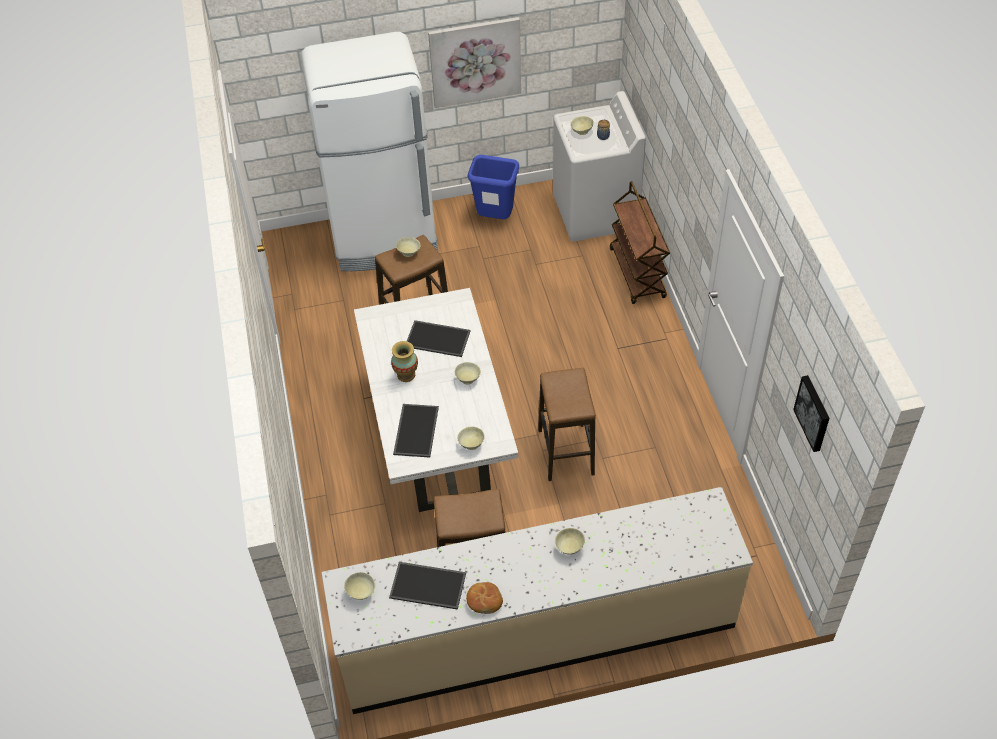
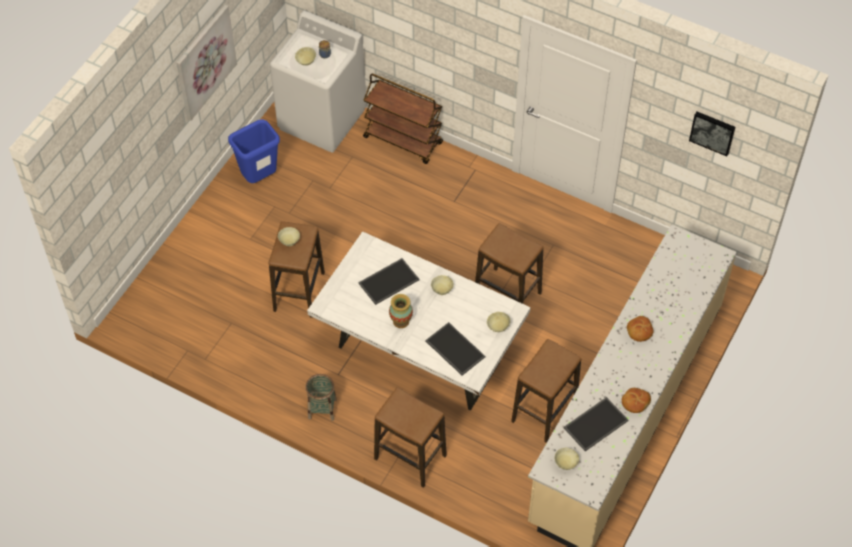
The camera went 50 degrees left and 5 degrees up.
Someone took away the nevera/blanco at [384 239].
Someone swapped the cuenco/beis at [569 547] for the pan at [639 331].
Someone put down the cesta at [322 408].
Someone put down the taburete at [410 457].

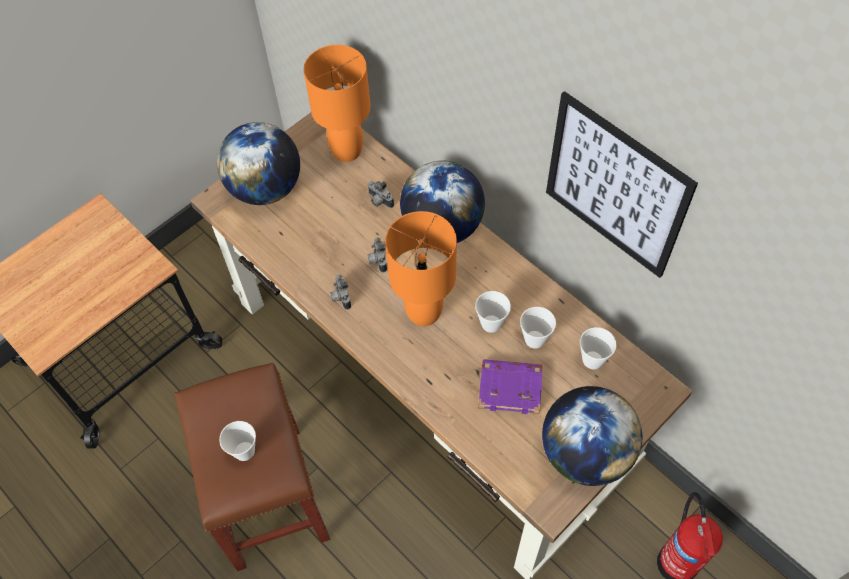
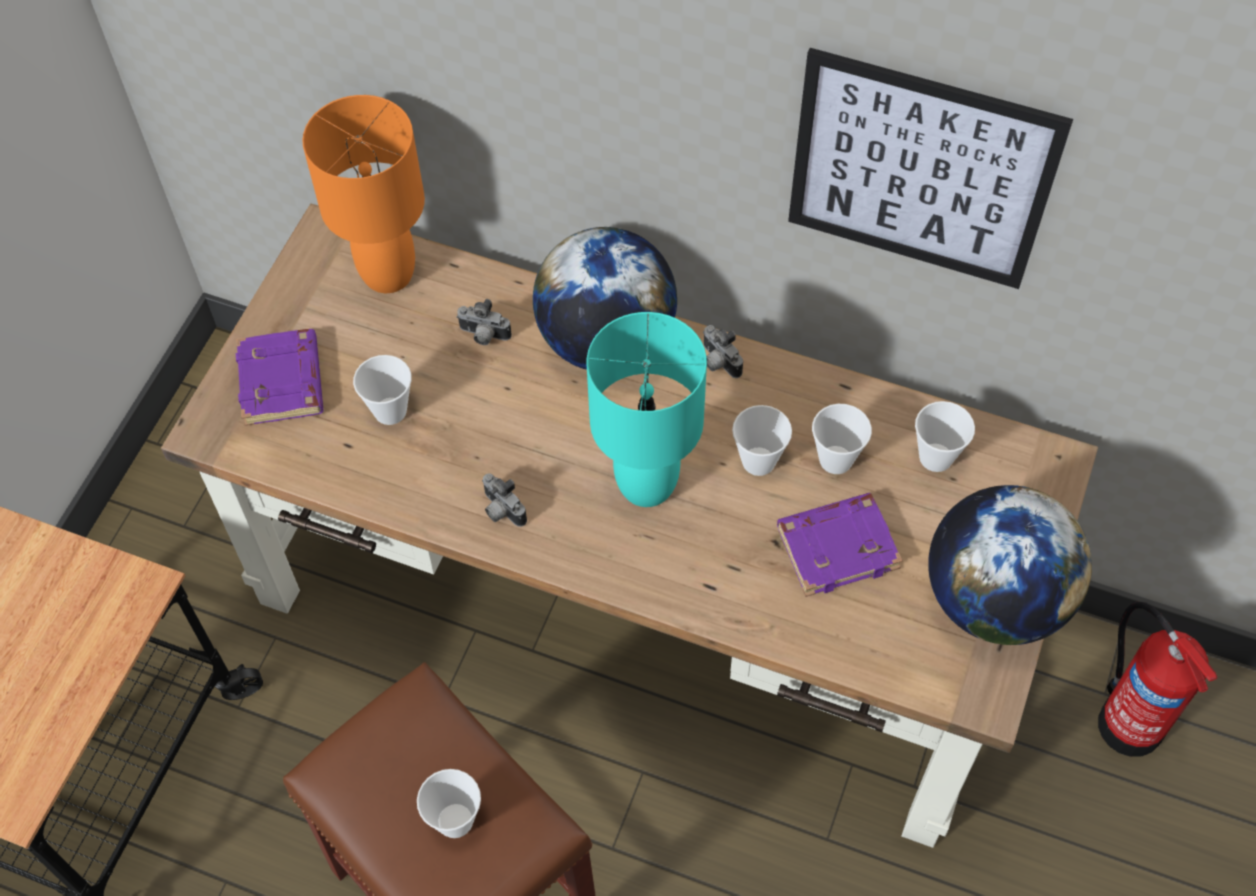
The camera went 25 degrees left and 0 degrees up.
Someone swapped the globo terráqueo at [265 188] for the libro/morado at [283 382].
Someone repainted the lámpara de mesa/naranja at [423 312], which became the lámpara de mesa/turquesa at [646 484].
Someone carried the cámara from [377 260] to [717 362].
Someone put down the taza at [390 411].

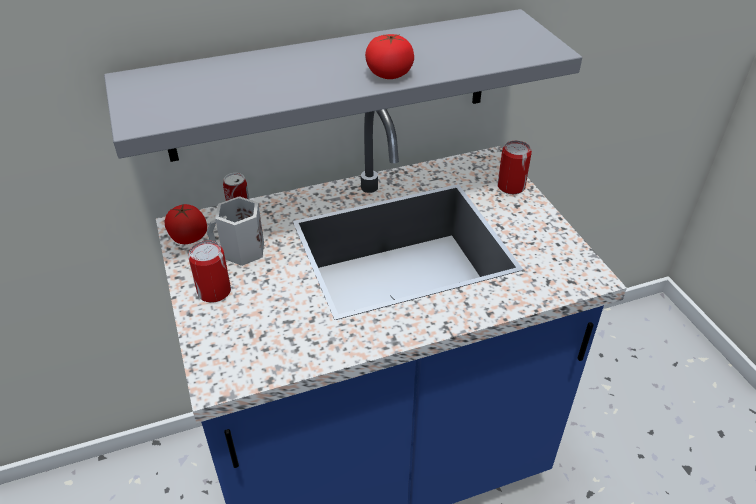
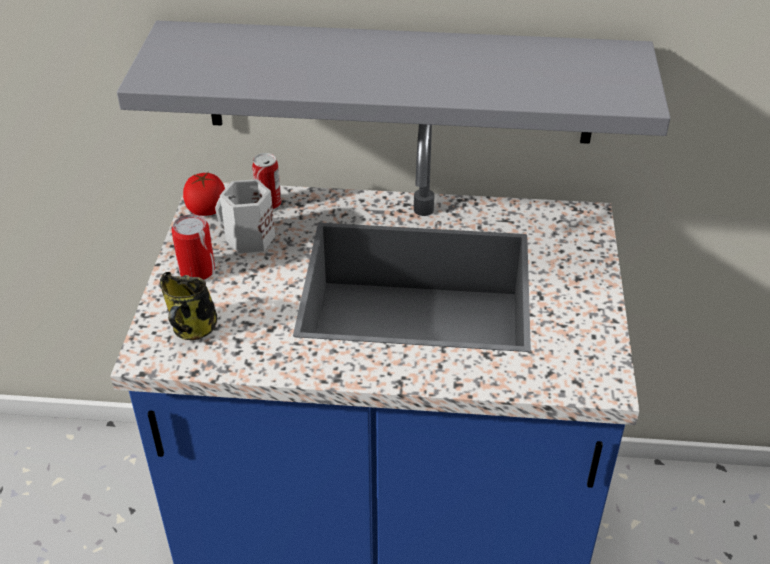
The camera went 25 degrees right and 0 degrees up.
Someone took away the tomate at [389 74].
Someone took away the lata at [511 186].
Someone put down the taza grande at [193 329].

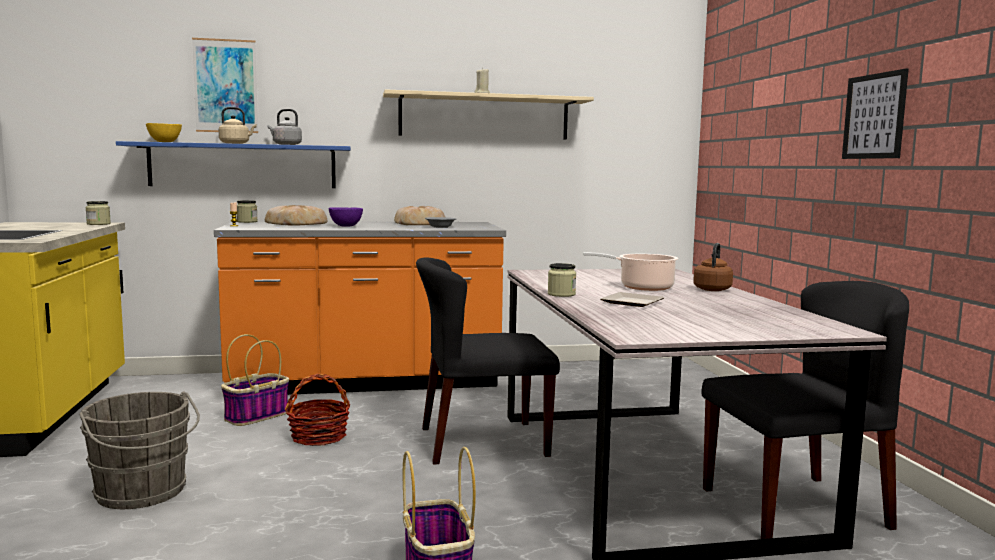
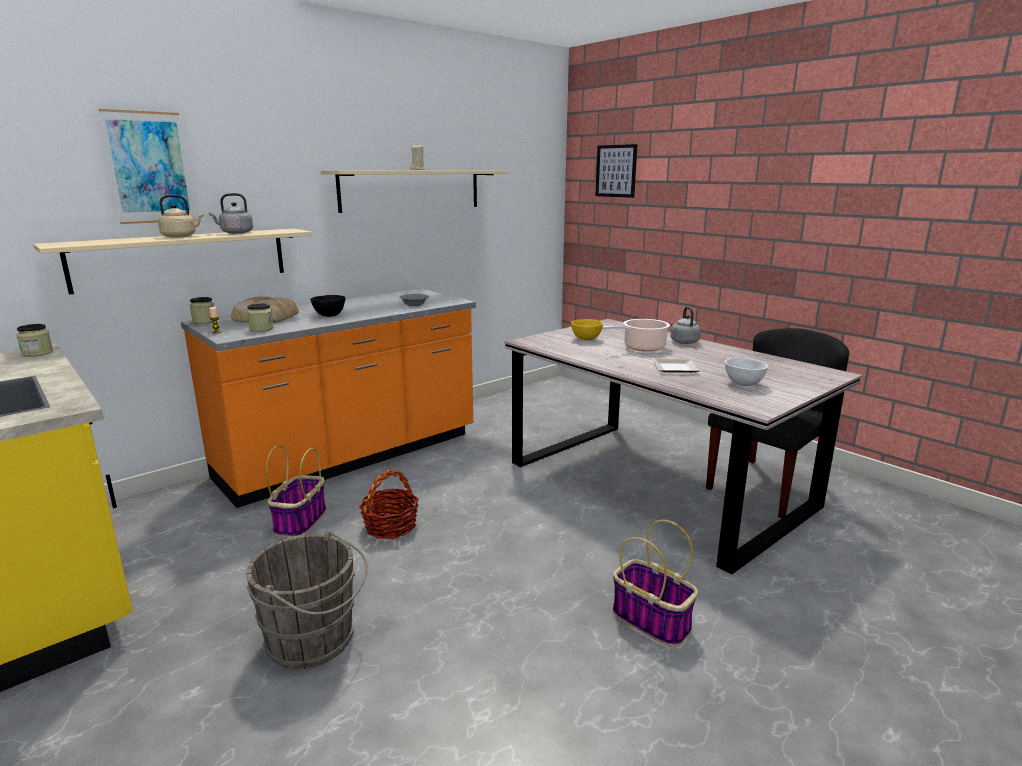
The camera went 30 degrees left and 10 degrees up.
Someone carried the cuadro from [874 116] to [616 171].
Someone carried the cuenco/amarillo from [164 142] to [586 339].
Someone repainted the estante/azul at [243 166], which became the estante/beis at [182 259].
Someone took away the pan at [420 223].
Someone repainted the cuenco/morado at [345 226], which became the cuenco/negro at [329 316].
Someone repainted the hervidor/marrón at [712 289], which became the hervidor/gris at [684 341].
Someone took away the silla/negro at [482 442].
Someone carried the tarro from [561 294] to [261 329].
Someone put down the cuenco/blanco at [743 384].

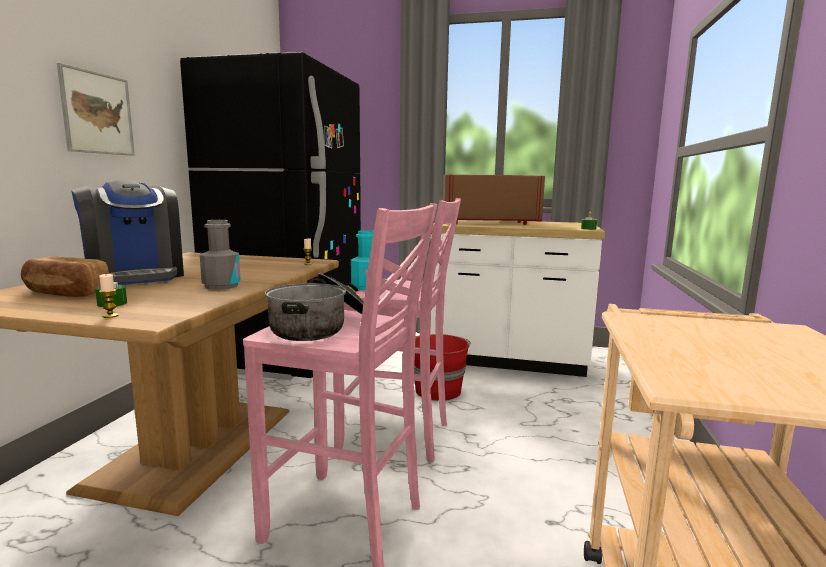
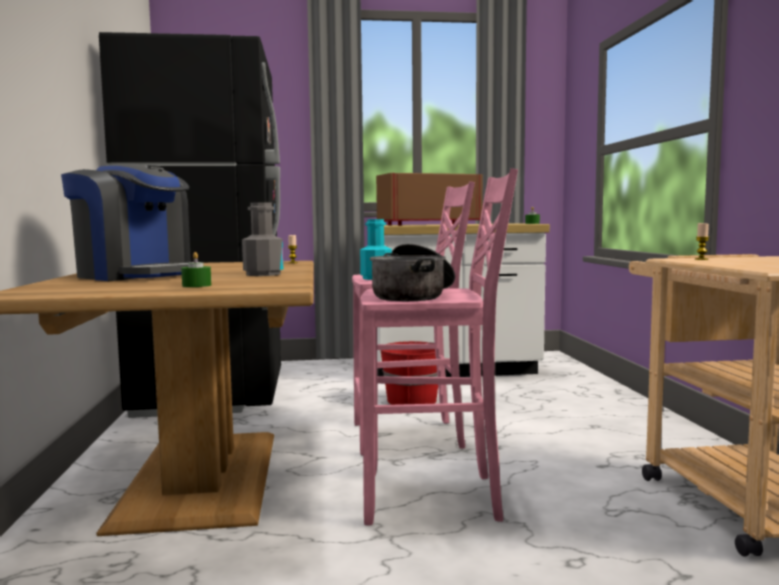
The camera went 20 degrees left and 5 degrees down.
Someone took away the cuadro at [97 113].
Someone took away the pan at [65 293].
Someone carried the vela from [110 316] to [701 259].

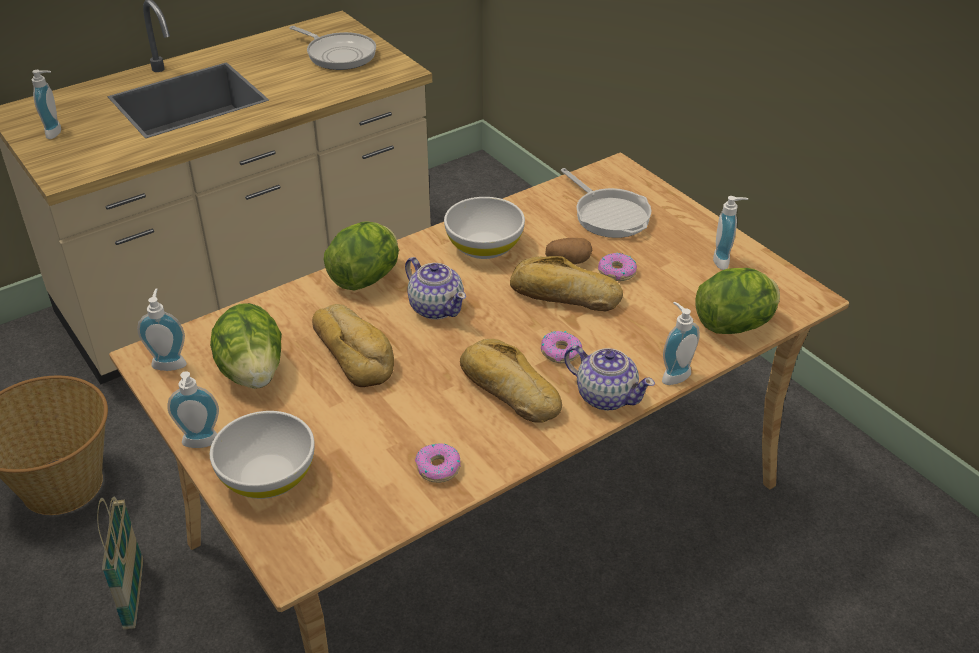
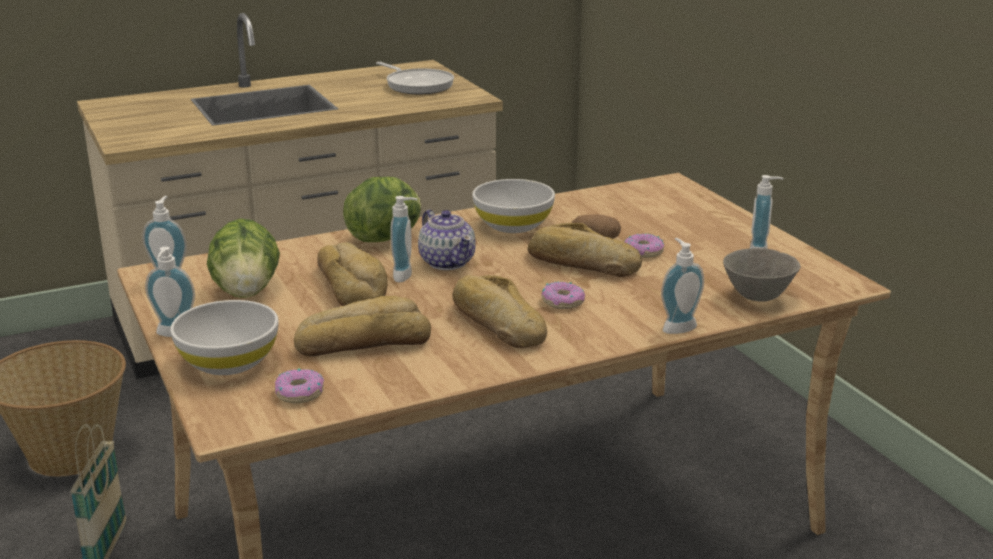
The camera went 10 degrees right and 15 degrees down.
Someone carried the dispensador de jabón from [57 132] to [406 275].
Someone took away the sartén at [609 214].
Someone swapped the lechuga at [735 325] for the cuenco/gris at [757 297].
Someone took away the tetera at [606 396].
Someone carried the rosquilla from [438 468] to [299 393].
Someone put down the pan at [363 342].

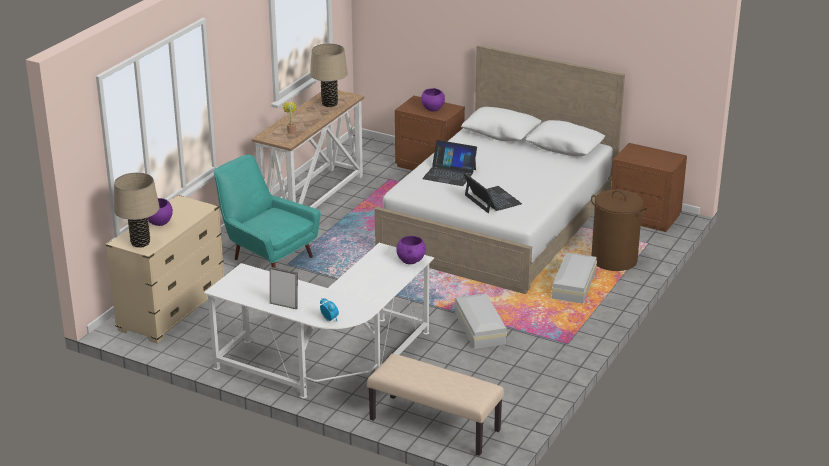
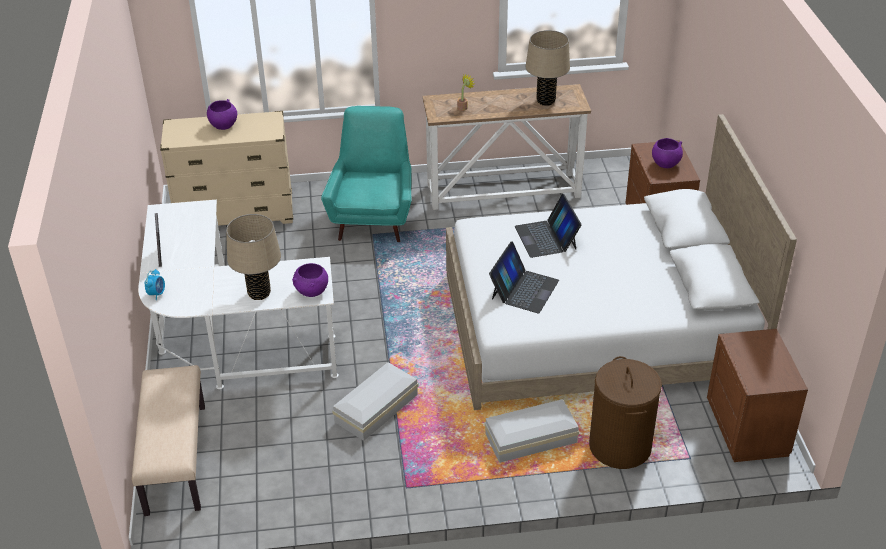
The camera went 55 degrees right and 10 degrees up.
Someone carried the lámpara de mesa/beis from [140 243] to [259 293].

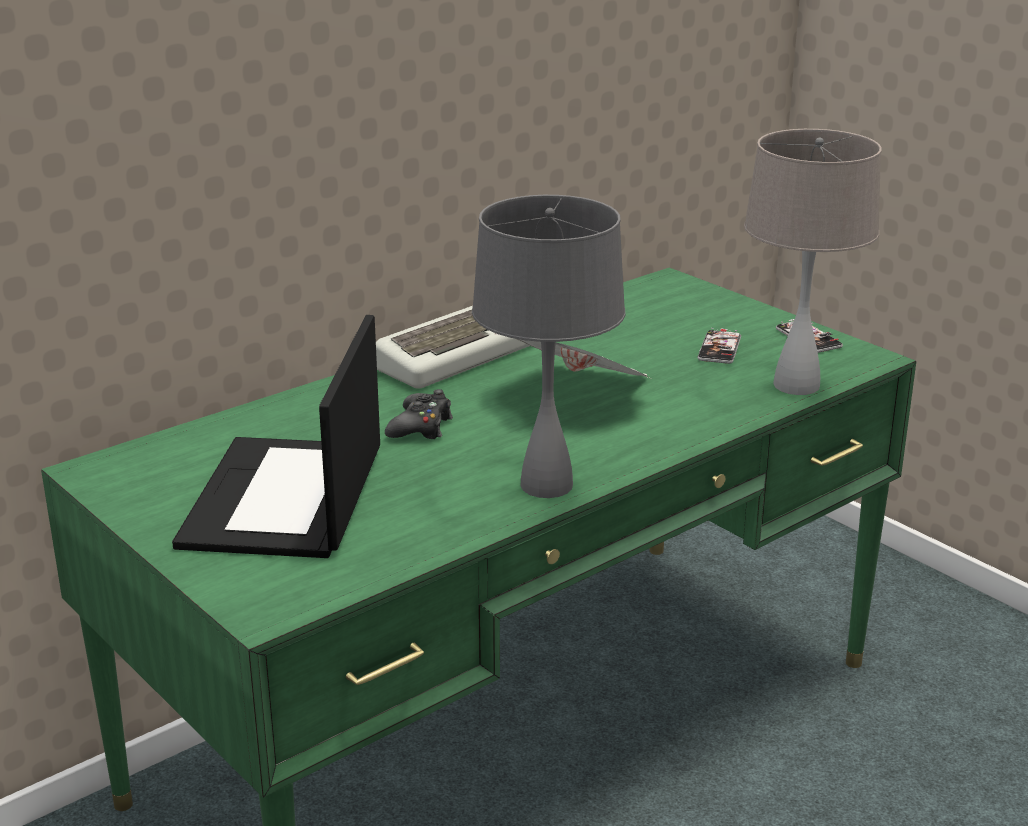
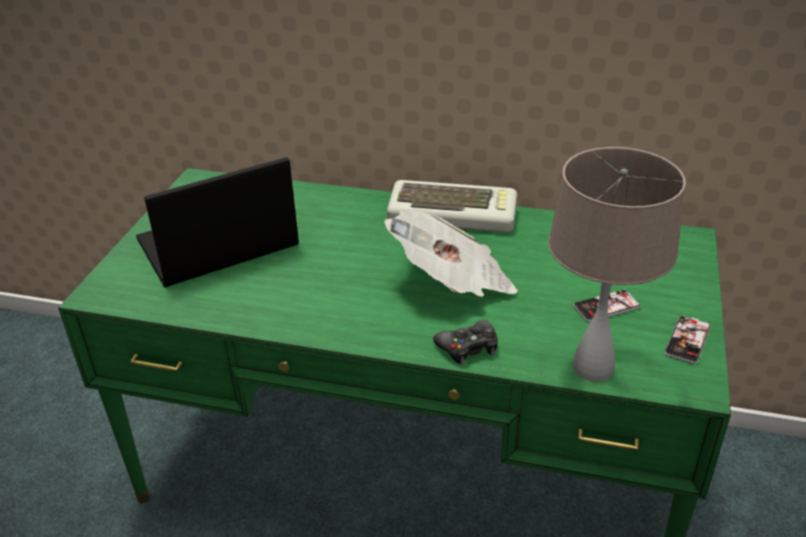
The camera went 55 degrees right and 10 degrees up.
Someone took away the lámpara de mesa/gris at [546 486].
Someone carried the mando de consola/negro from [420 427] to [468 348].

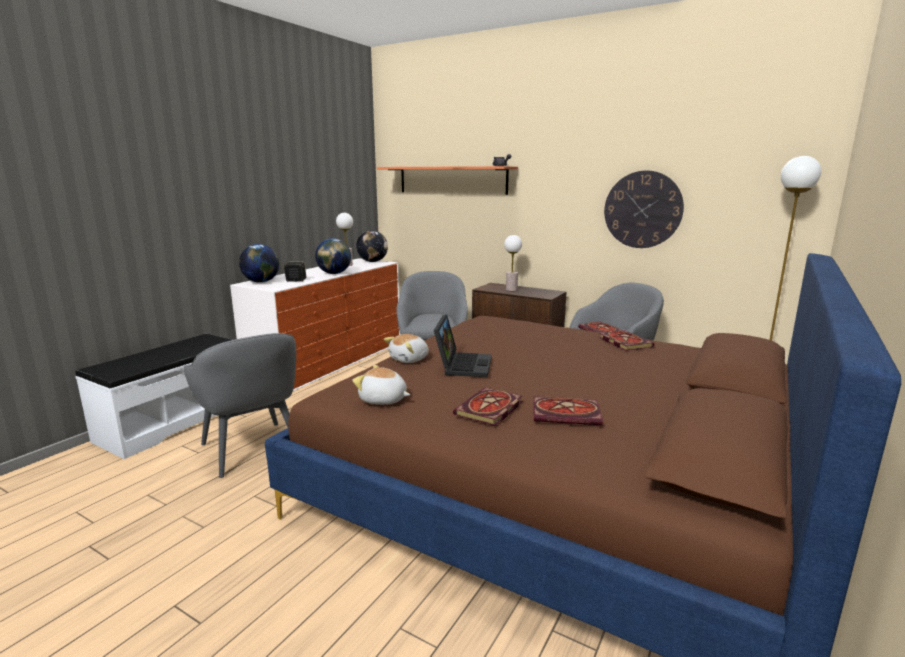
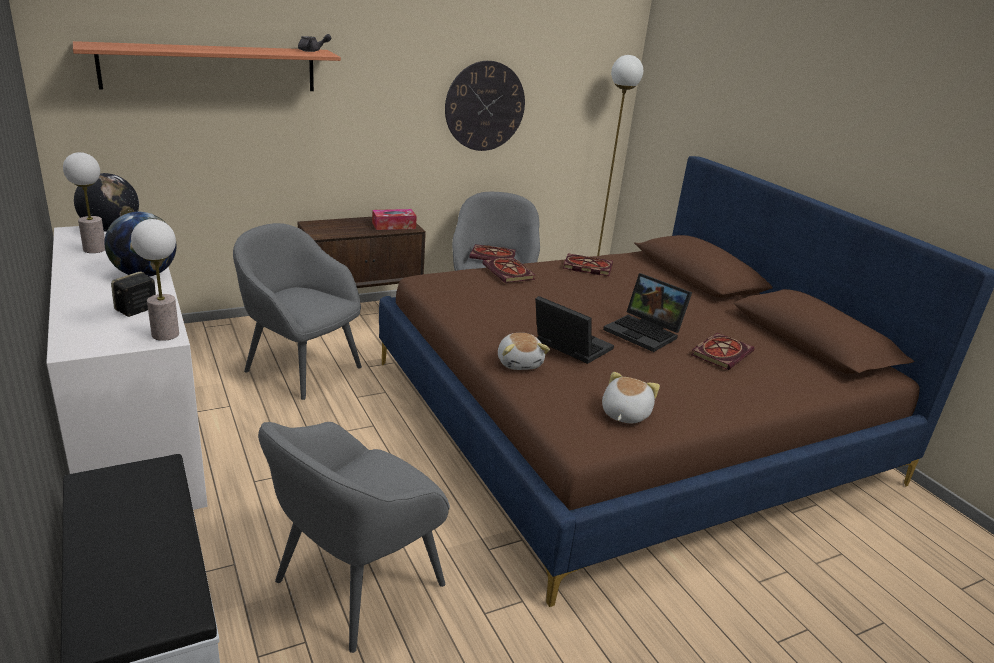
The camera went 60 degrees left and 10 degrees up.
Someone carried the lámpara de mesa from [511 289] to [165 334].
Someone took away the globo terráqueo at [261 282].
Someone rotated the sillón/gris at [252 449] by 135 degrees clockwise.
Someone rotated the peluche at [383 400] by 150 degrees clockwise.
Someone carried the libro from [489 409] to [510 273].
Someone put down the caja de pañuelos at [394 225].
Someone put down the portátil at [645 333].

